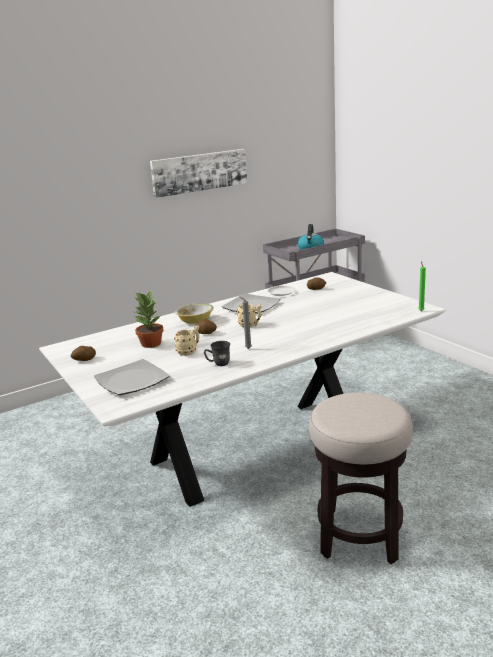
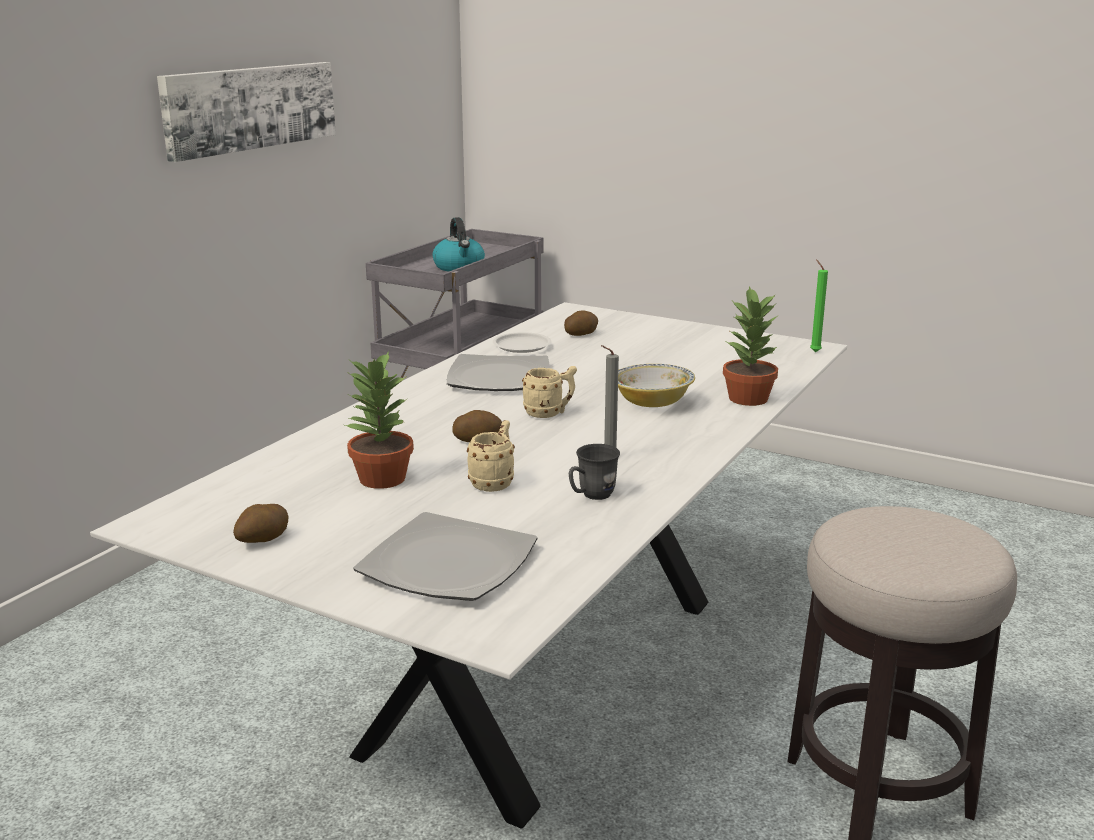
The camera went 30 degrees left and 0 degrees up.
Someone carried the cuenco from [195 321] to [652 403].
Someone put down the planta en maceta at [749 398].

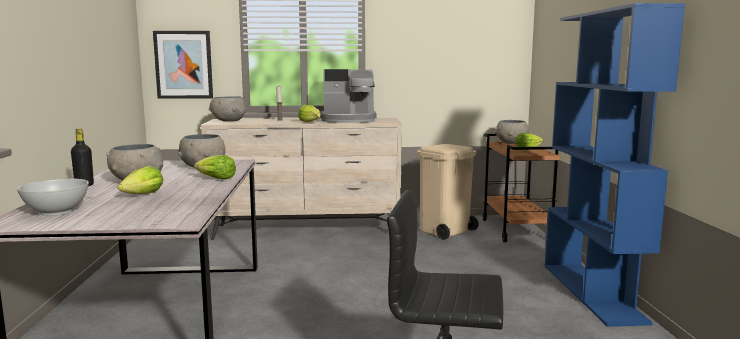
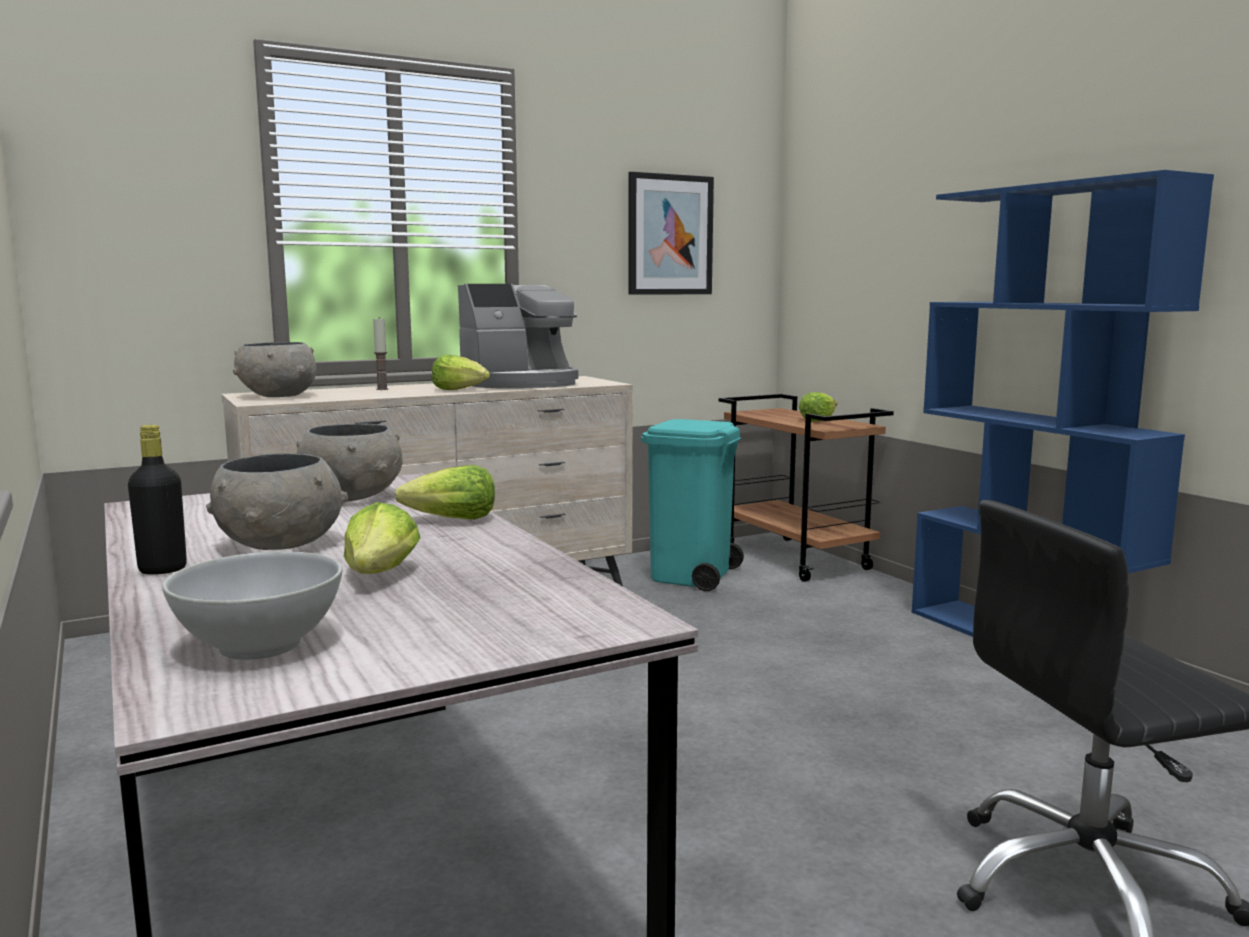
The camera went 25 degrees left and 0 degrees up.
Someone carried the cuadro from [183 64] to [670 235].
Someone took away the cuenco/gris at [511 143].
Someone repainted the papelera/beis at [444 231], which became the papelera/turquesa at [691 576].

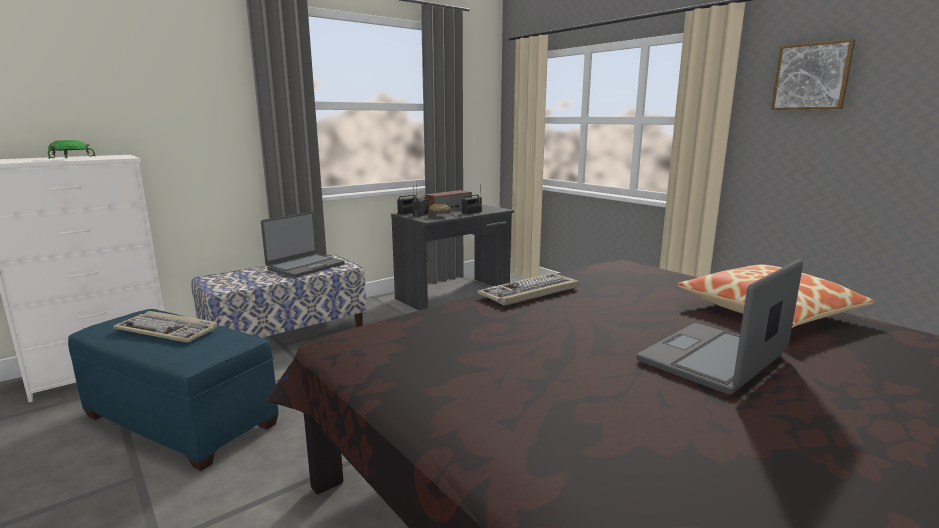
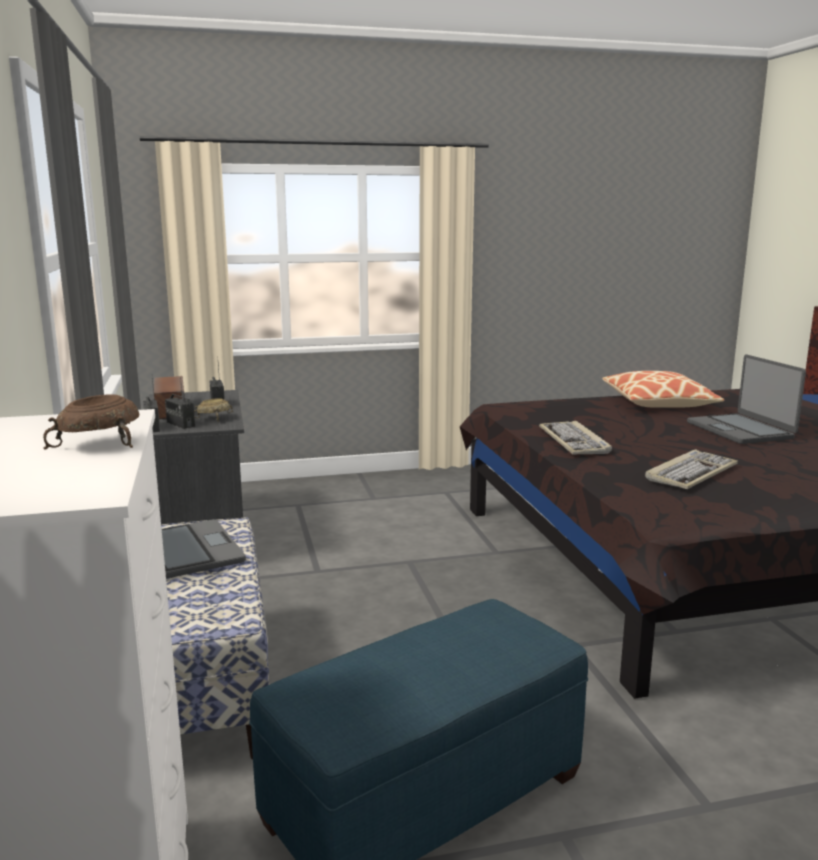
The camera went 65 degrees left and 0 degrees up.
Someone took away the cuadro at [812 76].
Someone repainted the cuenco/verde at [71 159], which became the cuenco/marrón at [103 443].
Someone carried the teclado from [168 330] to [691 473].

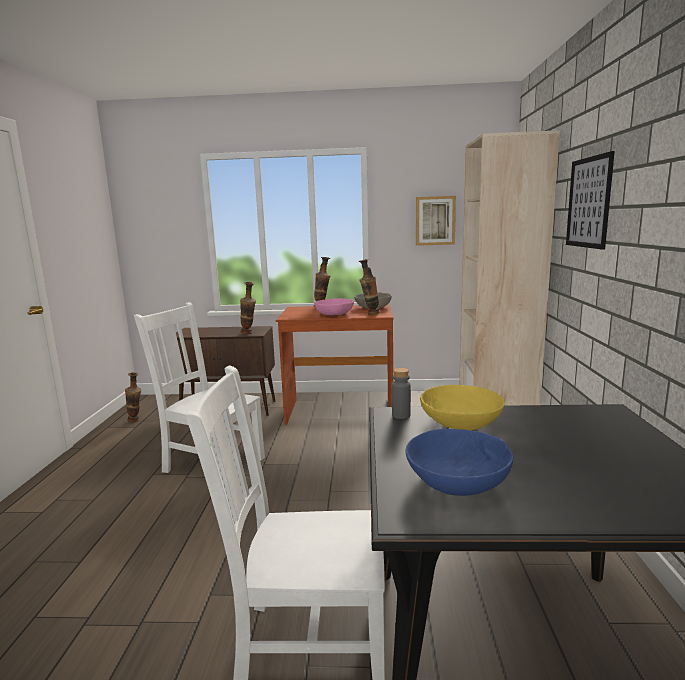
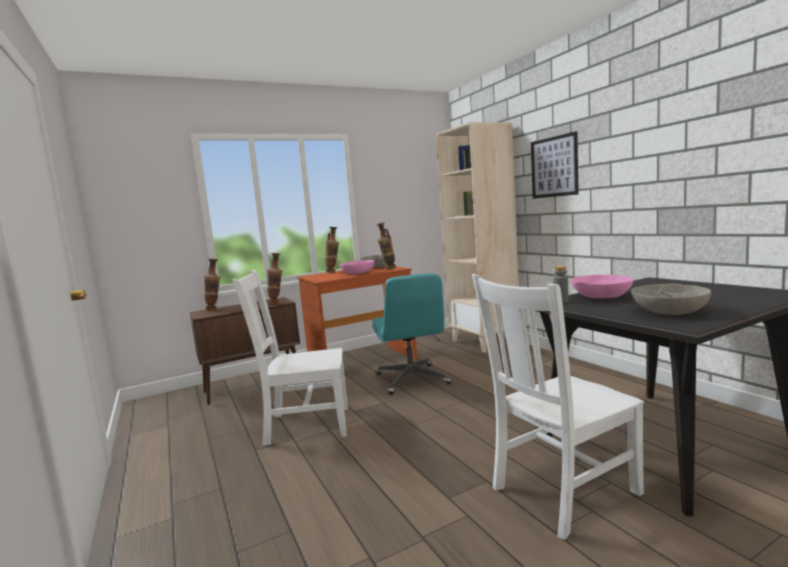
The camera went 30 degrees left and 5 degrees down.
Someone took away the cuadro at [435 220].
Someone carried the florero from [136 421] to [215 310].
Someone repainted the cuenco/amarillo at [460 423], which became the cuenco/rosa at [601 297].
Someone repainted the cuenco/azul at [457 480], which became the cuenco/gris at [668 311].
Someone put down the silla de oficina/turquesa at [412 379].

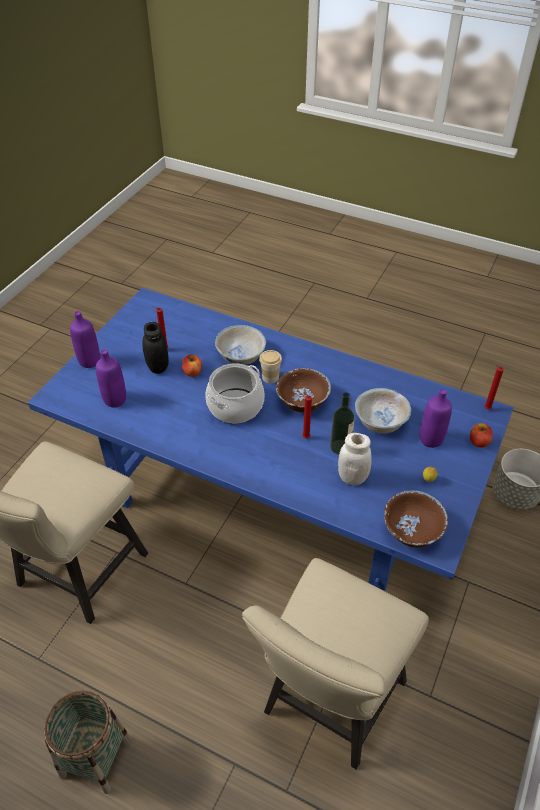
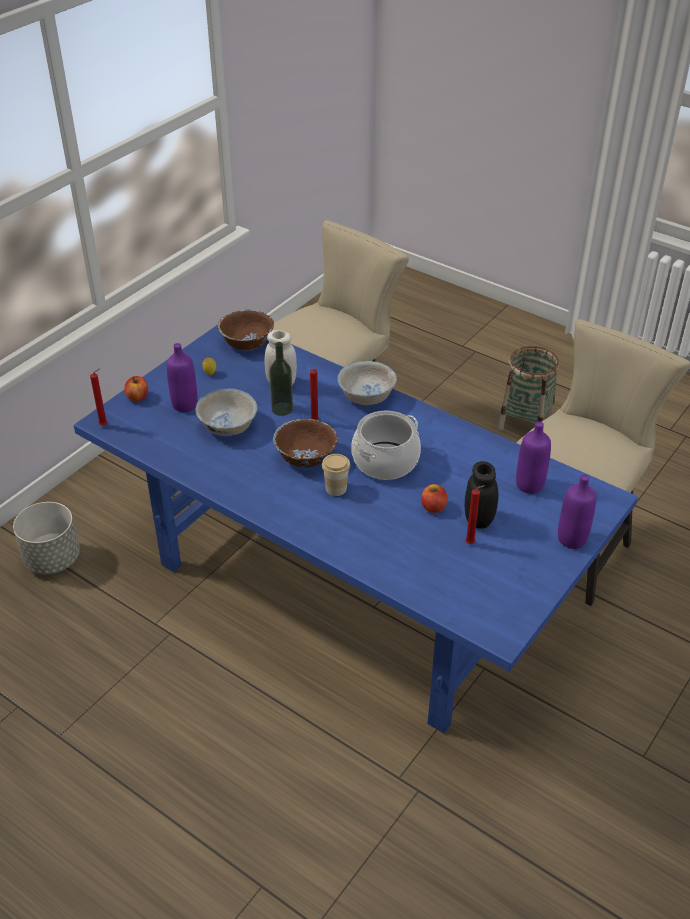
The camera went 170 degrees left and 5 degrees down.
Someone carried the cuenco/blanco from [240 356] to [367 396].

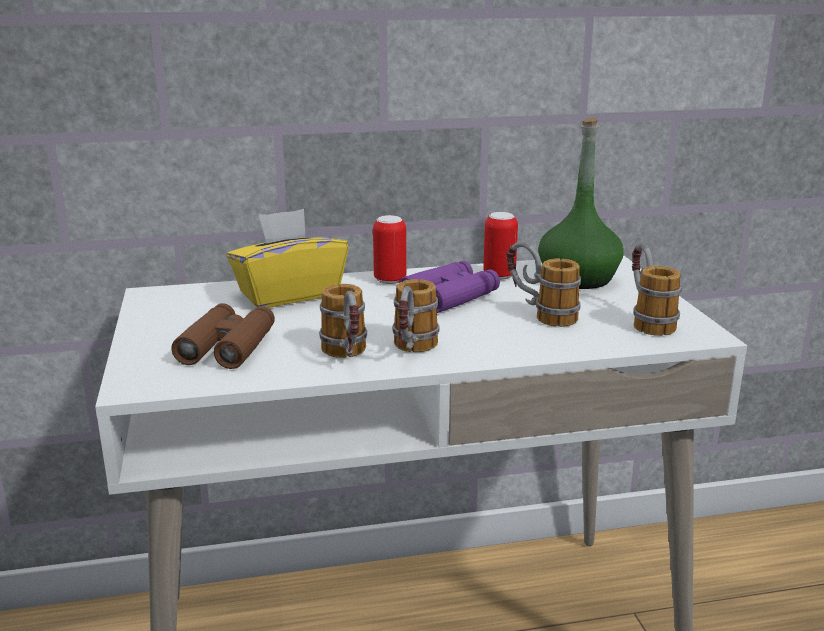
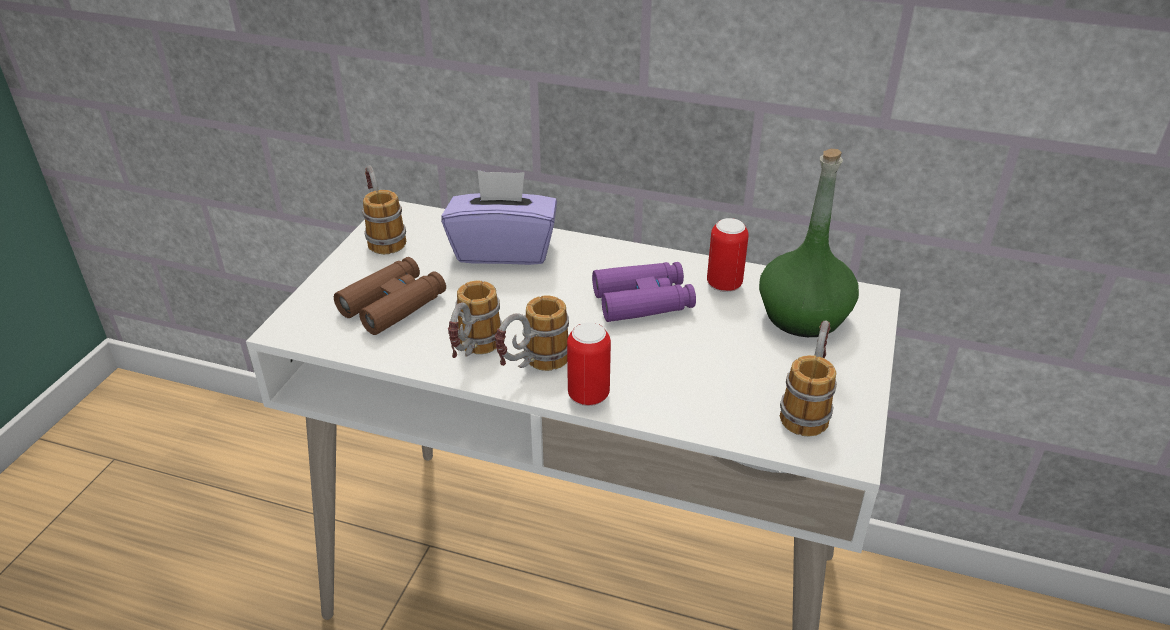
The camera went 30 degrees right and 15 degrees up.
Someone repainted the caja de pañuelos/amarillo at [289 294], which became the caja de pañuelos/morado at [503 250].
Someone carried the lata from [390 280] to [588 395].
Someone carried the taza grande from [539 314] to [383 235].

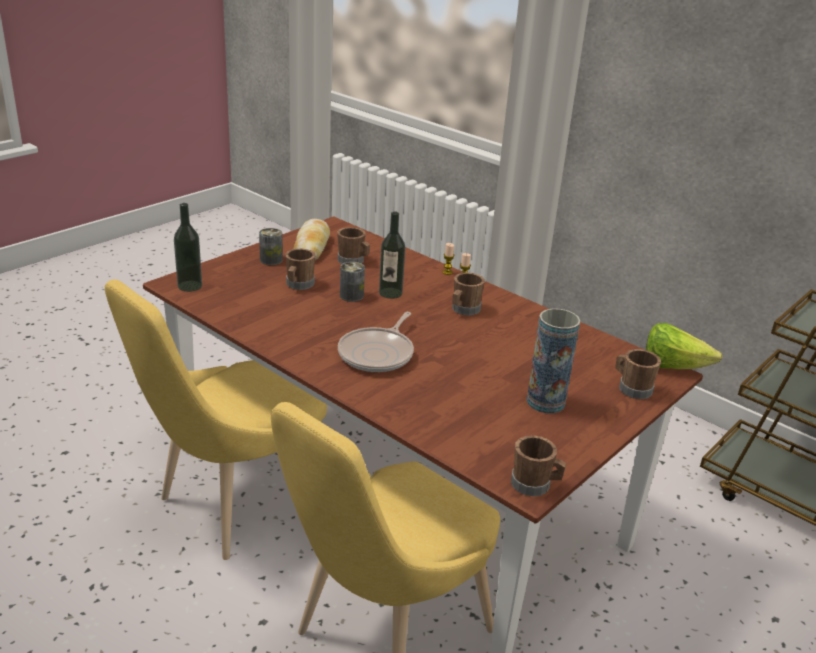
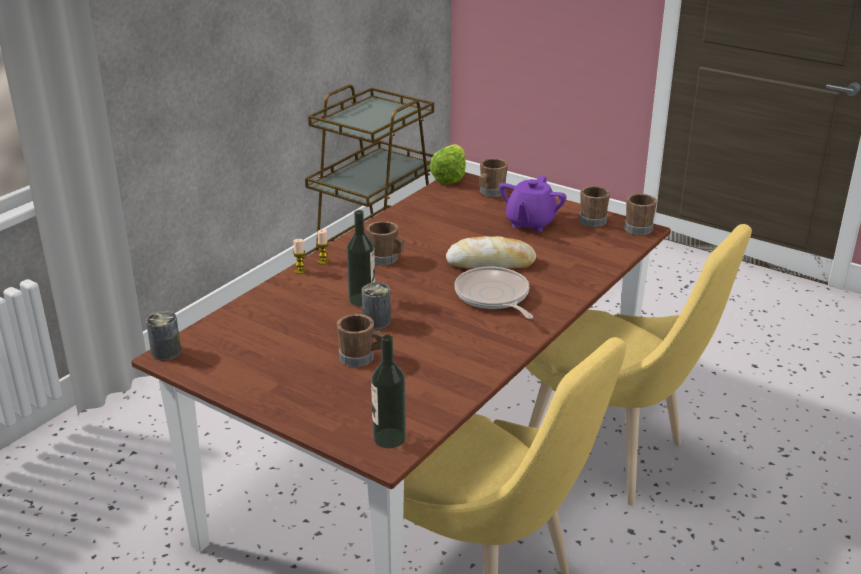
The camera went 95 degrees left and 0 degrees up.
Someone carried the pan from [311 247] to [490 262].
Someone carried the taza grande/marrón from [353 261] to [594 219].
Someone carried the lata from [271 260] to [166 352].
Someone swapped the florero at [545 402] for the tetera/morado at [530 223].
Someone rotated the sartén at [378 354] by 135 degrees counterclockwise.

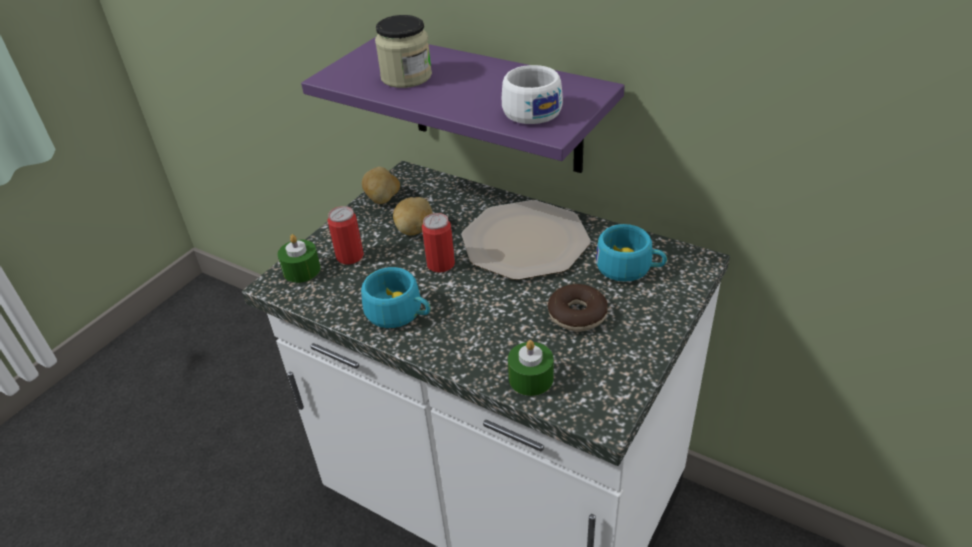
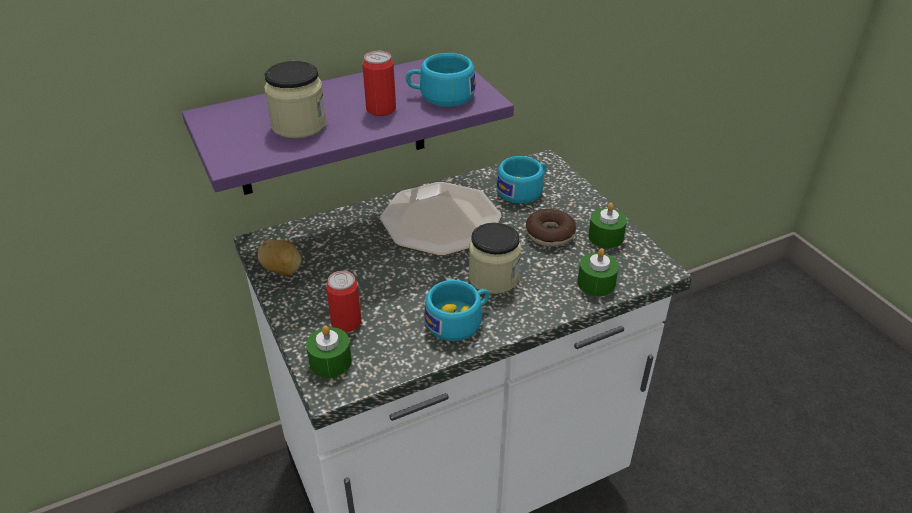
The camera went 60 degrees left and 0 degrees up.
Someone repainted the taza/blanco at [528 110], which became the taza/turquesa at [440 96].
Someone took away the patata at [416 231].
Someone carried the lata from [440 264] to [381 109].
Someone put down the vela/verde at [605 237].
Someone put down the tarro at [493 278].

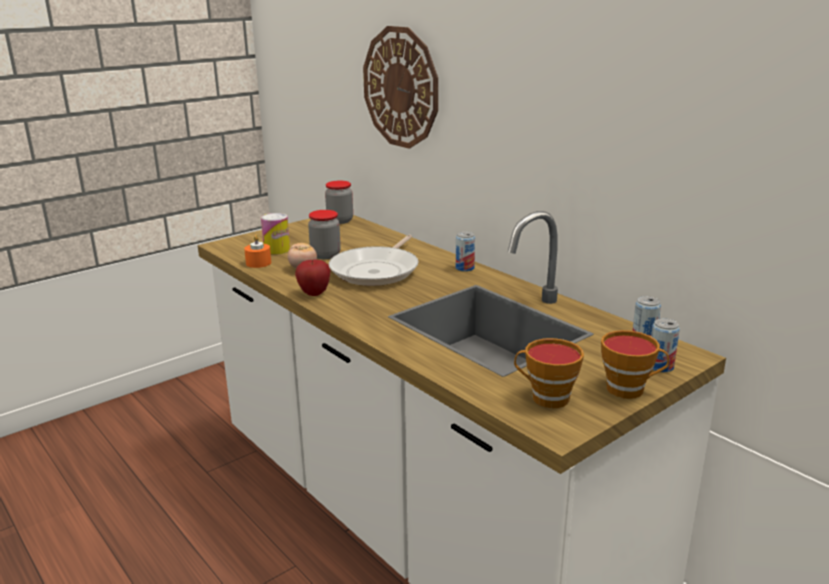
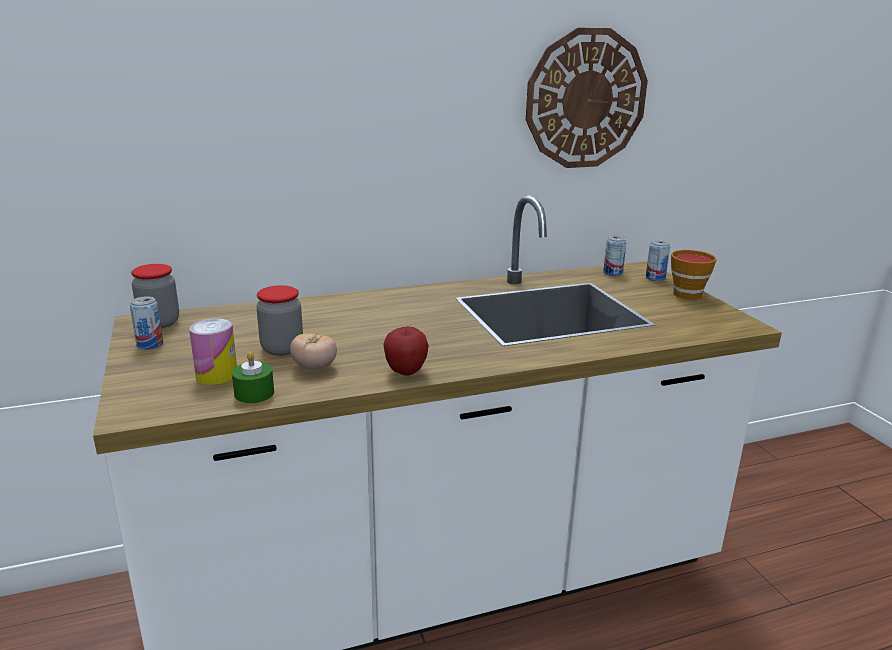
The camera went 70 degrees left and 0 degrees up.
Someone carried the reloj de pared from [401 87] to [586 99].
Someone carried the lata from [464 268] to [150 345].
Someone repainted the vela/naranja at [258 263], which became the vela/verde at [254 393].
Someone took away the sartén at [377 270].
Someone took away the taza at [545 398].

